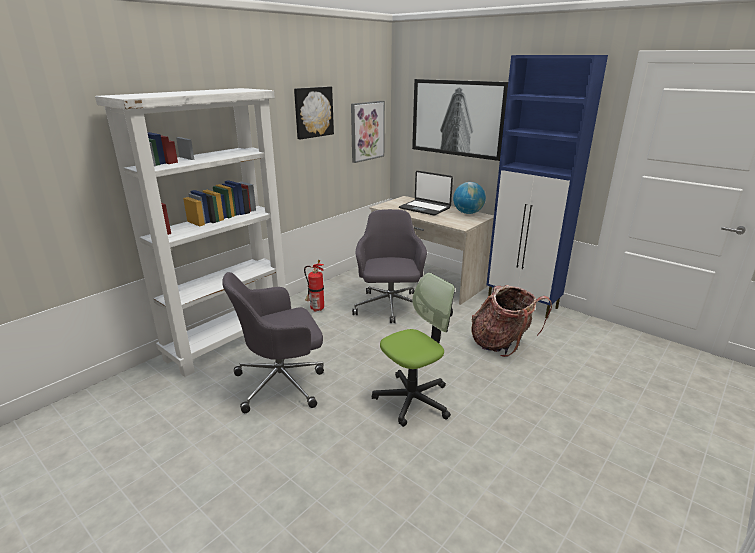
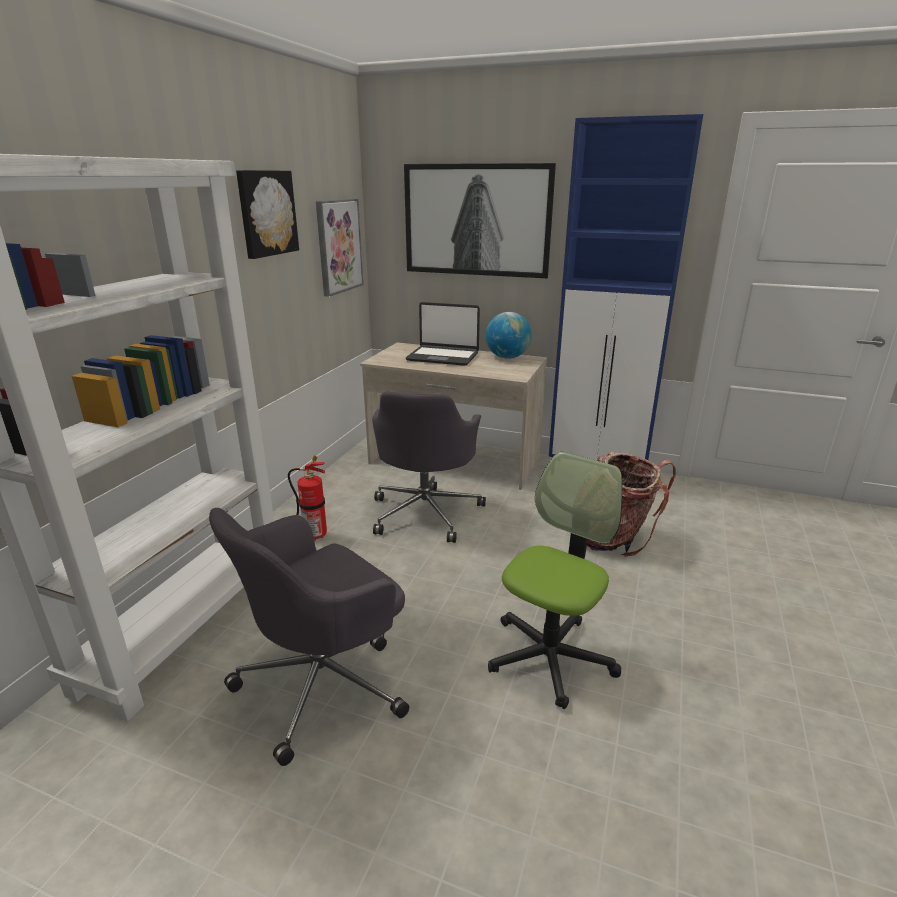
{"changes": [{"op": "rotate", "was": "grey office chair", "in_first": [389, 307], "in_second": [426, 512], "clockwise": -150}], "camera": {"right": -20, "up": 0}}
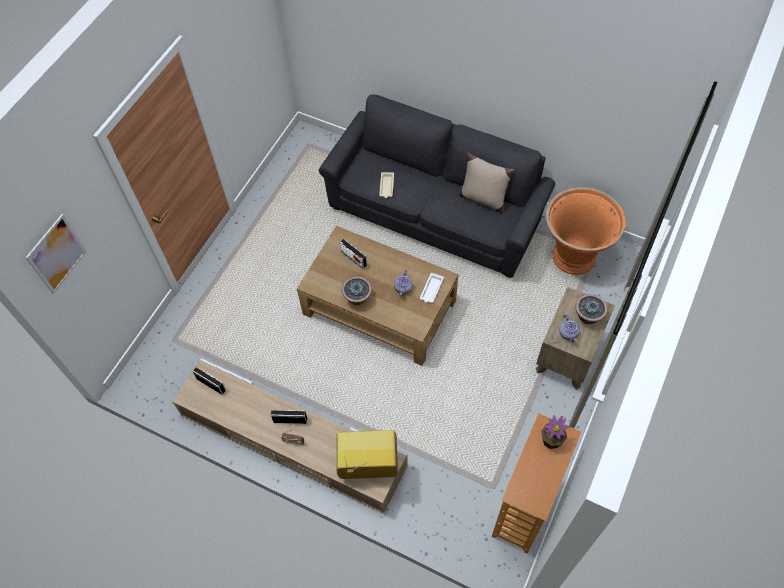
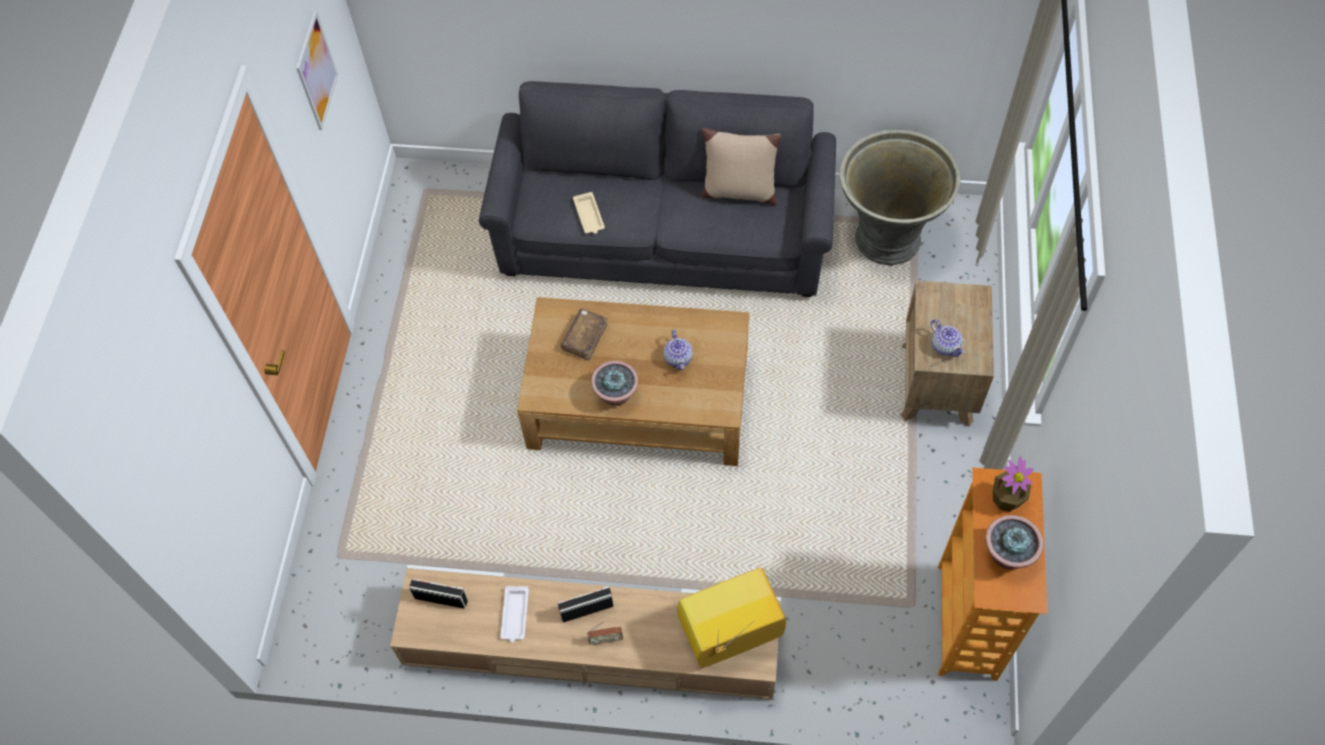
{"changes": [{"op": "move", "was": "picture", "in_first": [56, 254], "in_second": [316, 71]}, {"op": "replace", "was": "radio", "now": "brown book", "in_first": [353, 258], "in_second": [585, 337]}, {"op": "move", "was": "white tray", "in_first": [431, 289], "in_second": [515, 615]}, {"op": "recolor", "was": "orange planter", "now": "grey planter", "in_first": [574, 256], "in_second": [887, 237]}, {"op": "move", "was": "potted plant", "in_first": [587, 316], "in_second": [1007, 554]}], "camera": {"right": -20, "up": 0}}
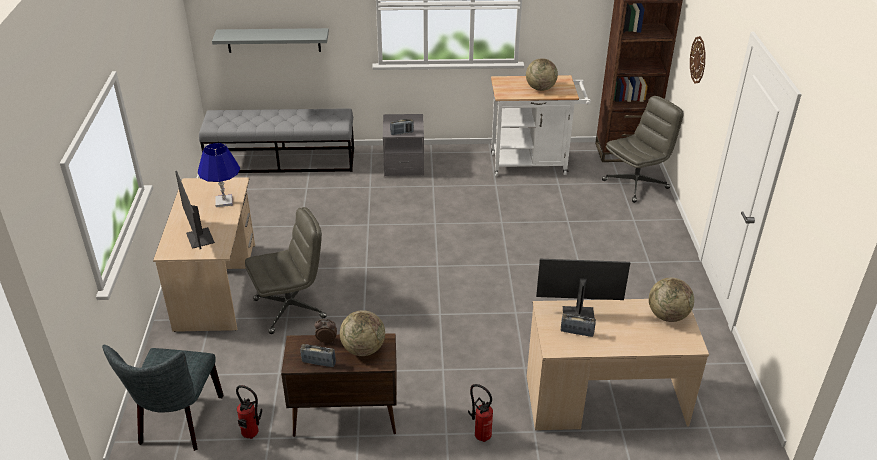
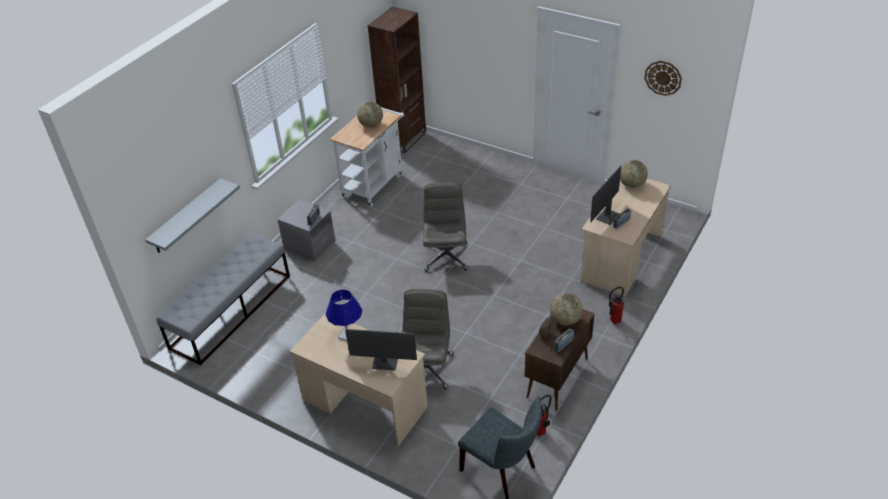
{"changes": [{"op": "move", "was": "grey office chair", "in_first": [636, 184], "in_second": [446, 256]}, {"op": "move", "was": "wall clock", "in_first": [698, 60], "in_second": [663, 78]}], "camera": {"right": -55, "up": 5}}
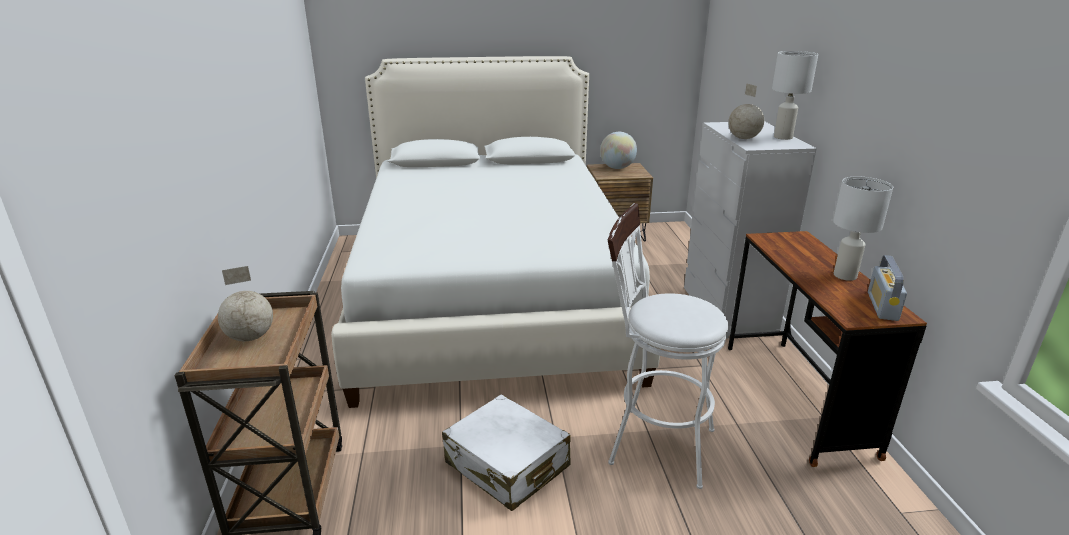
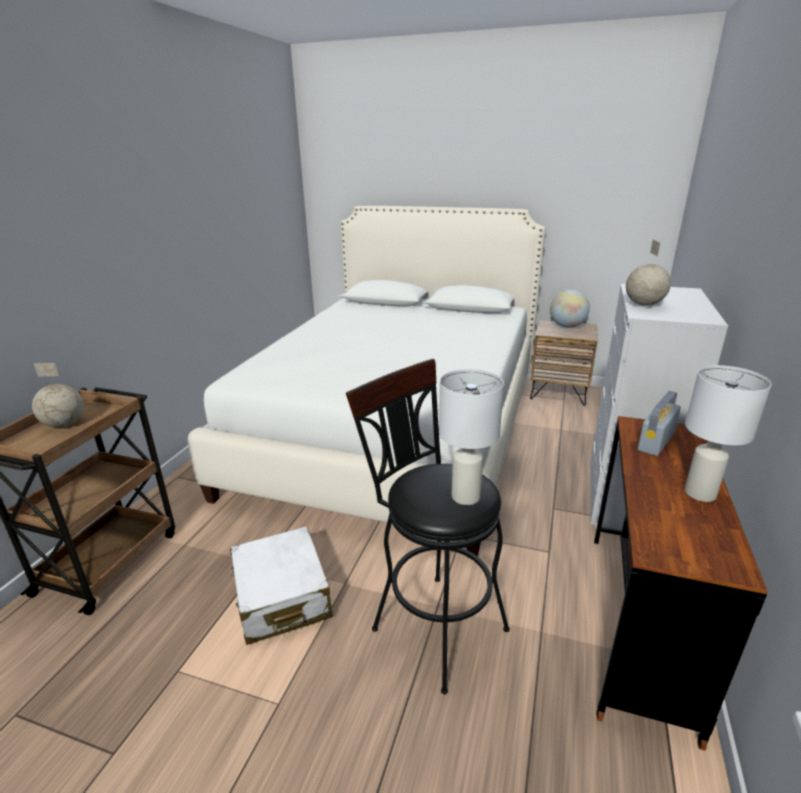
{"changes": [{"op": "recolor", "was": "white stool", "now": "black stool", "in_first": [652, 443], "in_second": [431, 622]}, {"op": "move", "was": "white table lamp", "in_first": [783, 137], "in_second": [465, 497]}, {"op": "move", "was": "radio", "in_first": [882, 306], "in_second": [656, 442]}], "camera": {"right": 25, "up": 0}}
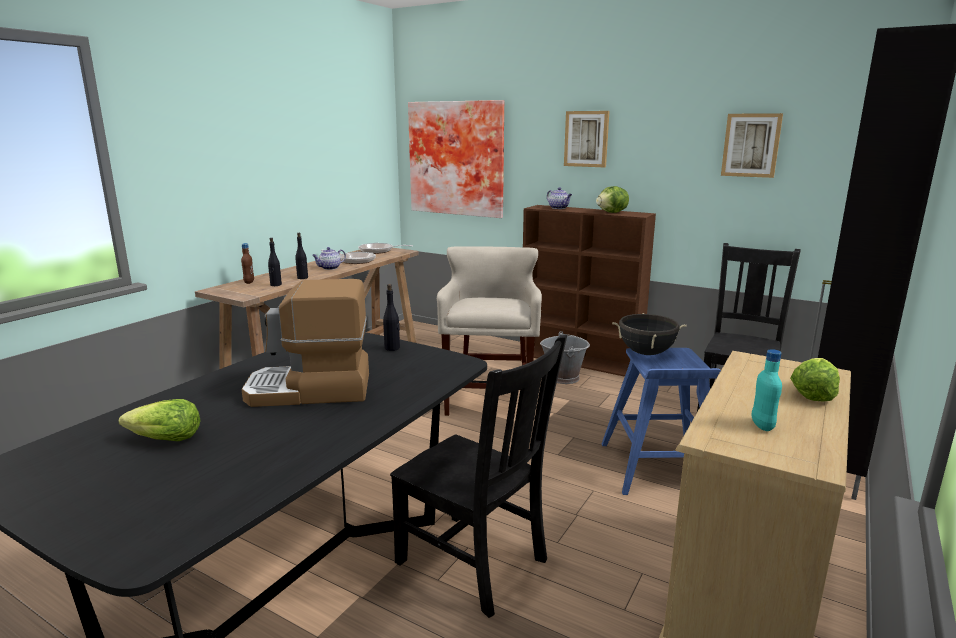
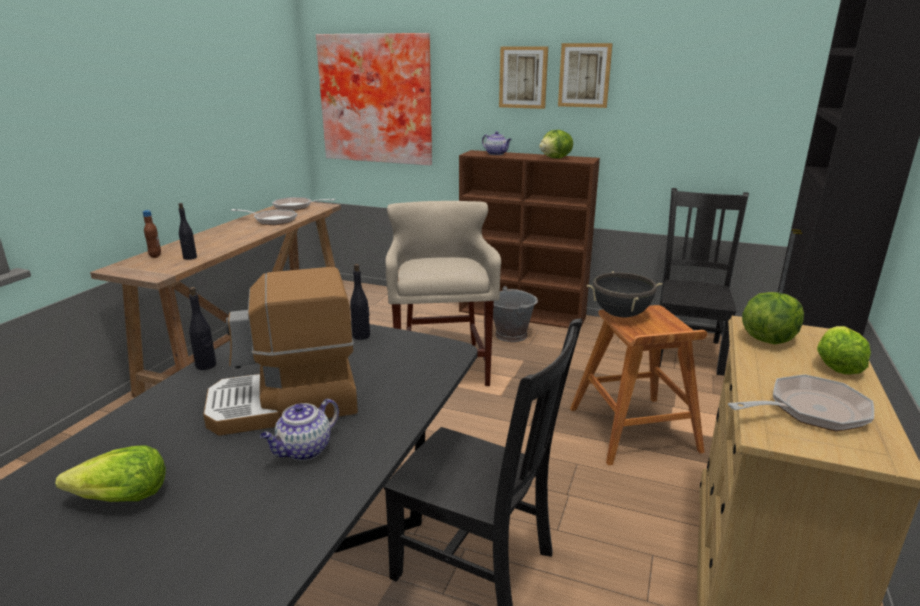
{"changes": [{"op": "move", "was": "black bottle", "in_first": [302, 278], "in_second": [206, 365]}, {"op": "move", "was": "teapot", "in_first": [329, 268], "in_second": [304, 450]}, {"op": "recolor", "was": "blue stool", "now": "brown stool", "in_first": [658, 468], "in_second": [633, 430]}, {"op": "move", "was": "picture", "in_first": [751, 145], "in_second": [584, 75]}, {"op": "replace", "was": "turquoise bottle", "now": "frying pan", "in_first": [762, 425], "in_second": [810, 411]}, {"op": "insert", "now": "lettuce", "in_second": [768, 339]}], "camera": {"right": -10, "up": 5}}
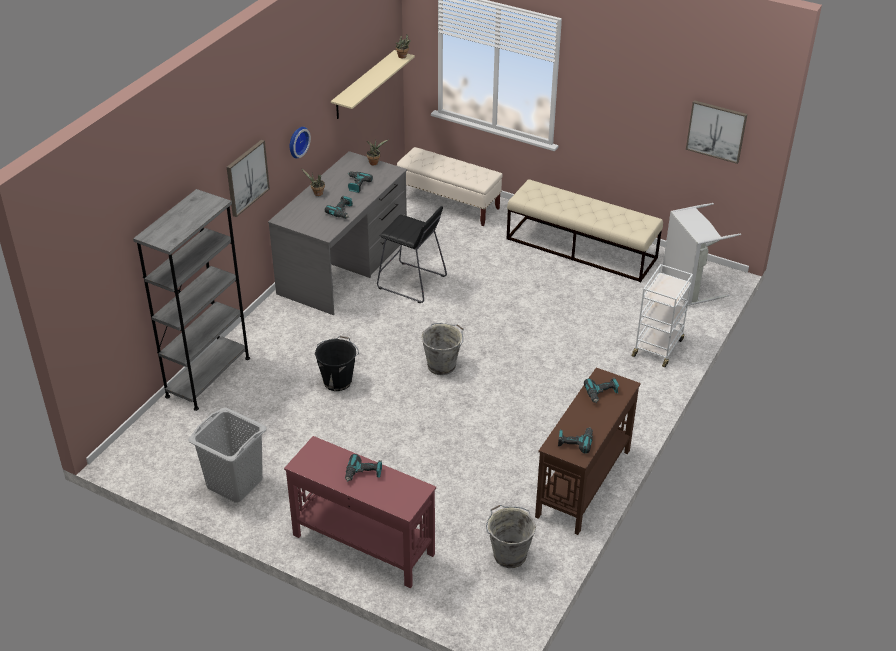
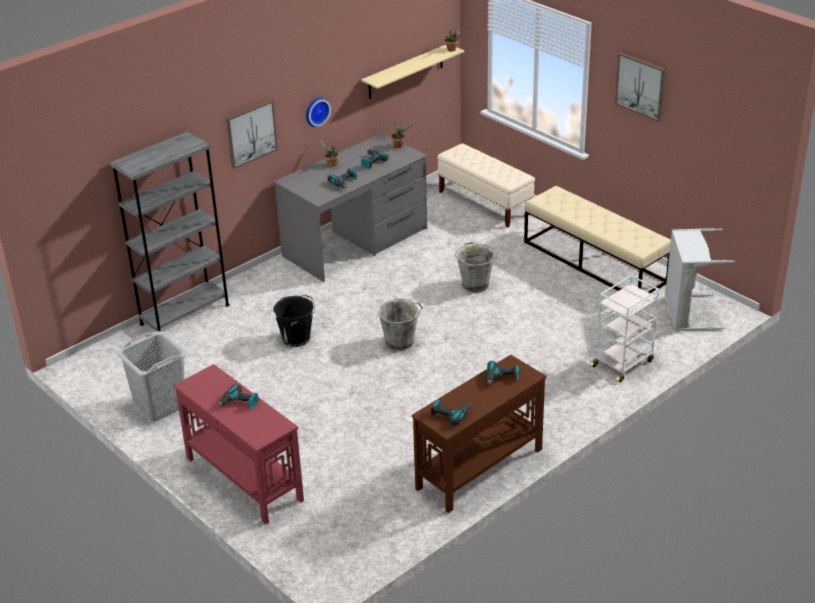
{"changes": [{"op": "delete", "was": "black stool", "in_first": [412, 282]}, {"op": "move", "was": "grey bucket", "in_first": [509, 554], "in_second": [475, 284]}, {"op": "move", "was": "picture", "in_first": [716, 131], "in_second": [641, 86]}], "camera": {"right": 20, "up": -5}}
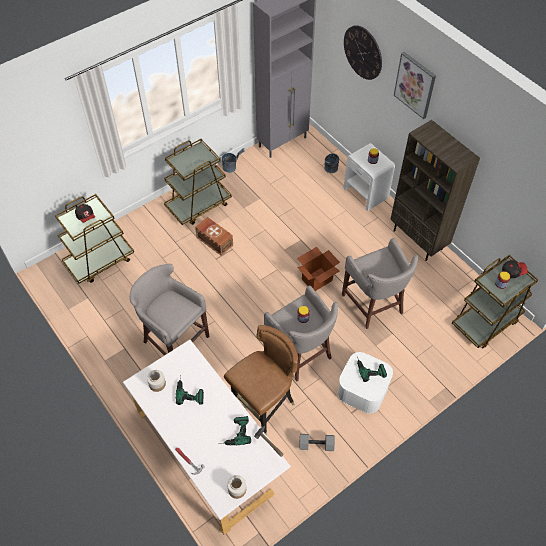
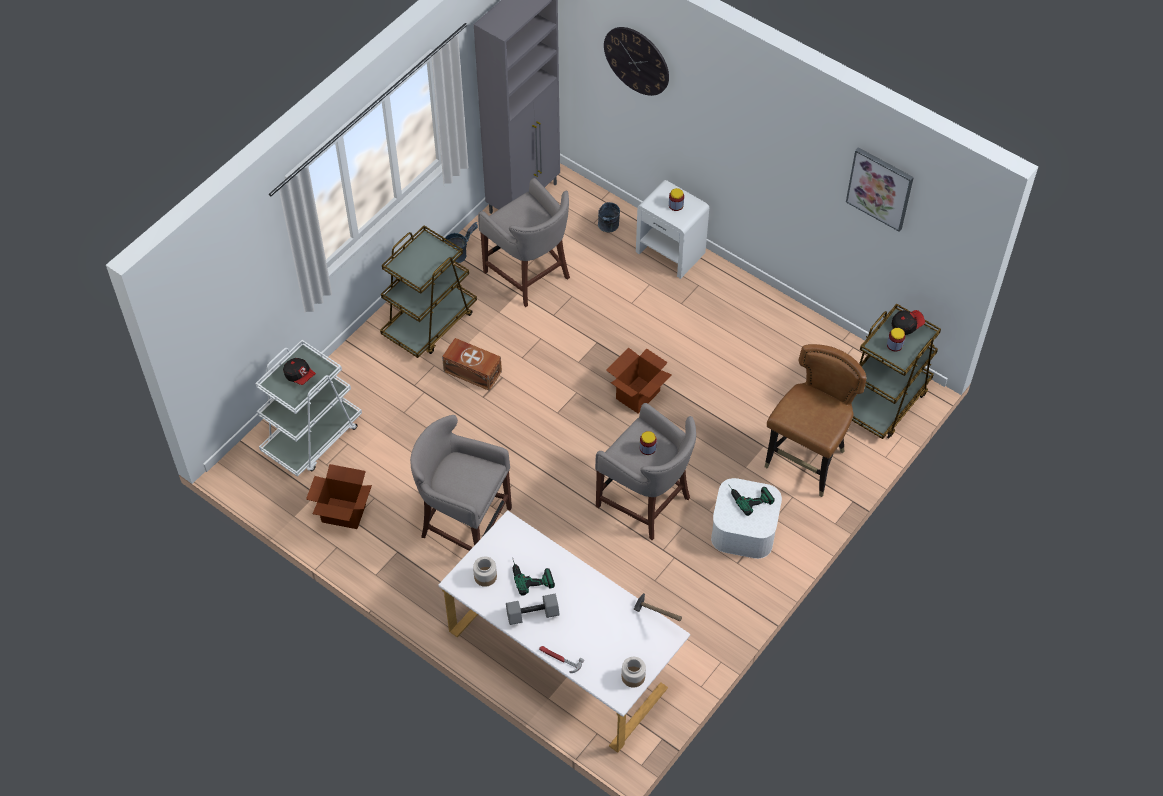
{"changes": [{"op": "recolor", "was": "brown cart", "now": "white cart", "in_first": [100, 260], "in_second": [313, 437]}, {"op": "delete", "was": "power drill", "in_first": [233, 433]}, {"op": "move", "was": "brown chair", "in_first": [264, 406], "in_second": [806, 462]}, {"op": "move", "was": "grey dumbbell", "in_first": [316, 445], "in_second": [532, 615]}, {"op": "move", "was": "grey stool", "in_first": [374, 305], "in_second": [529, 275]}, {"op": "delete", "was": "brown bookcase", "in_first": [418, 240]}, {"op": "move", "was": "picture", "in_first": [415, 85], "in_second": [880, 188]}, {"op": "insert", "now": "cardboard box", "in_second": [343, 513]}], "camera": {"right": -15, "up": 0}}
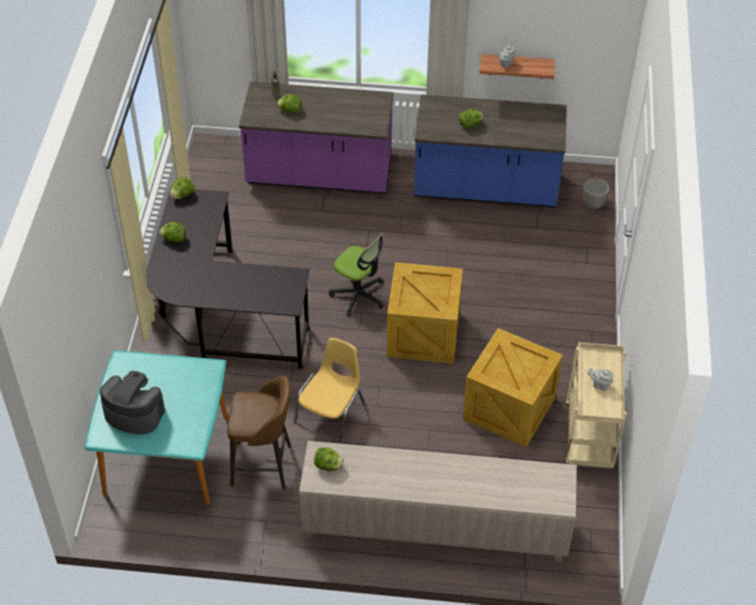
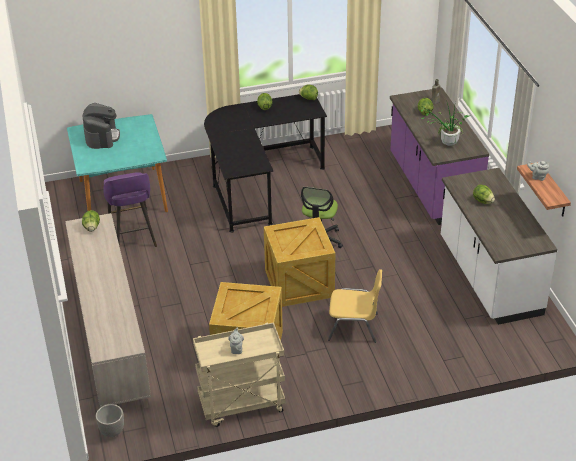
{"changes": [{"op": "recolor", "was": "brown stool", "now": "purple stool", "in_first": [263, 466], "in_second": [133, 239]}, {"op": "move", "was": "yellow chair", "in_first": [331, 412], "in_second": [354, 326]}, {"op": "recolor", "was": "blue counter", "now": "white counter", "in_first": [485, 188], "in_second": [488, 277]}, {"op": "move", "was": "planter", "in_first": [593, 204], "in_second": [112, 432]}, {"op": "insert", "now": "potted plant", "in_second": [445, 143]}], "camera": {"right": 70, "up": -10}}
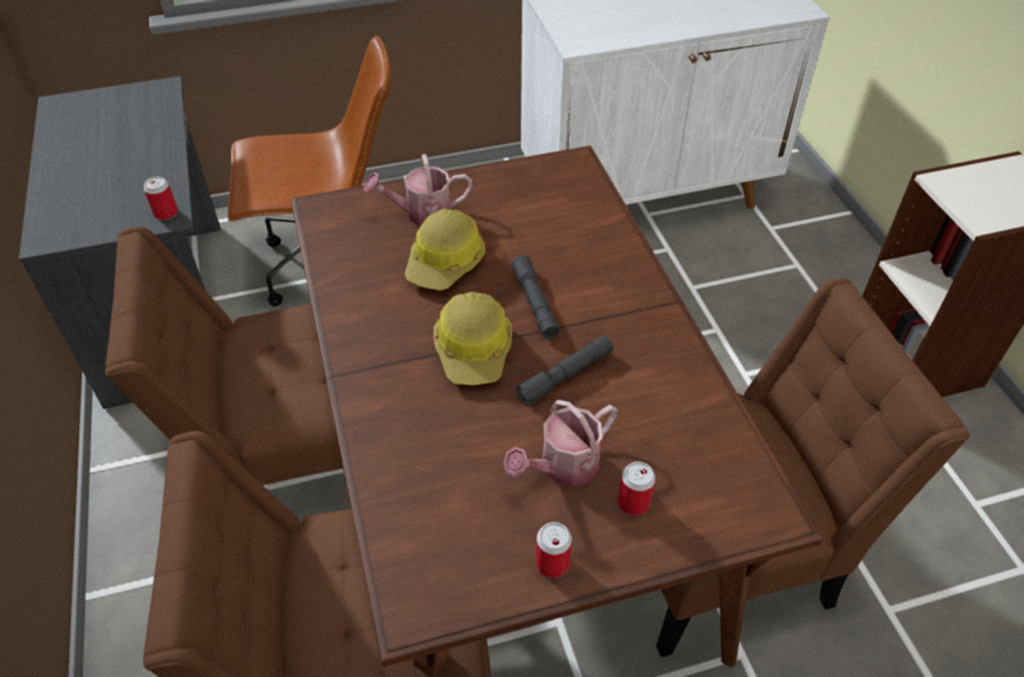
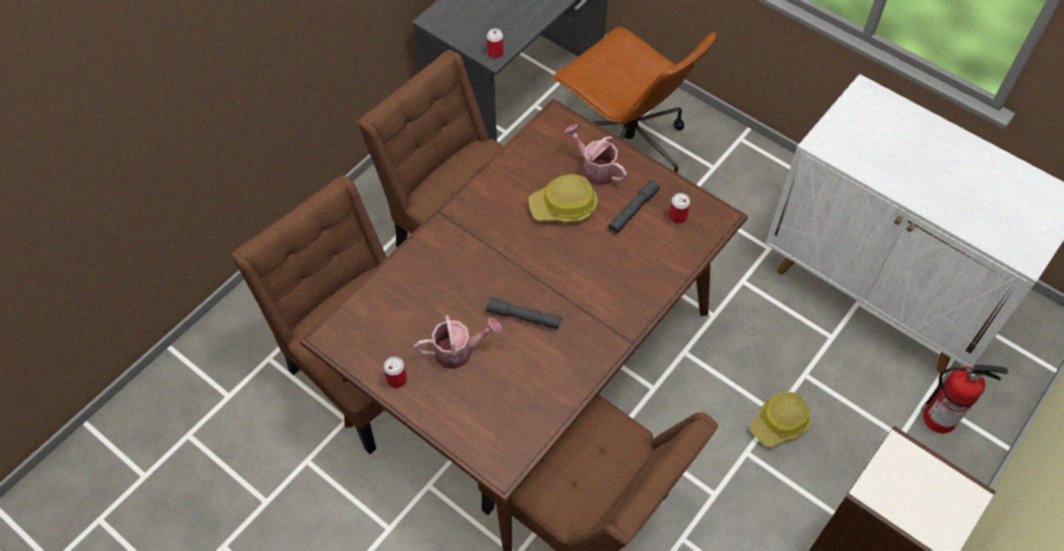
{"changes": [{"op": "move", "was": "hard hat", "in_first": [474, 350], "in_second": [780, 423]}, {"op": "rotate", "was": "watering can", "in_first": [562, 467], "in_second": [459, 351], "clockwise": 150}, {"op": "move", "was": "grey flashlight", "in_first": [535, 303], "in_second": [633, 210]}, {"op": "move", "was": "can", "in_first": [633, 502], "in_second": [677, 217]}, {"op": "insert", "now": "fire extinguisher", "in_second": [941, 418]}], "camera": {"right": 55, "up": 10}}
